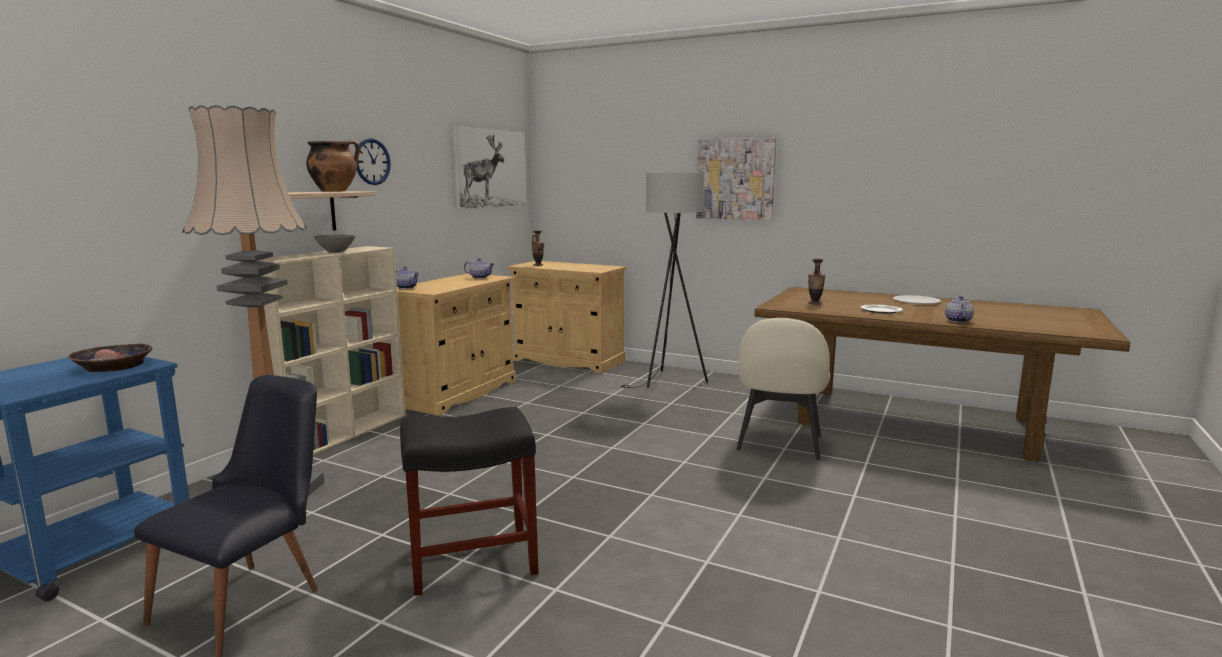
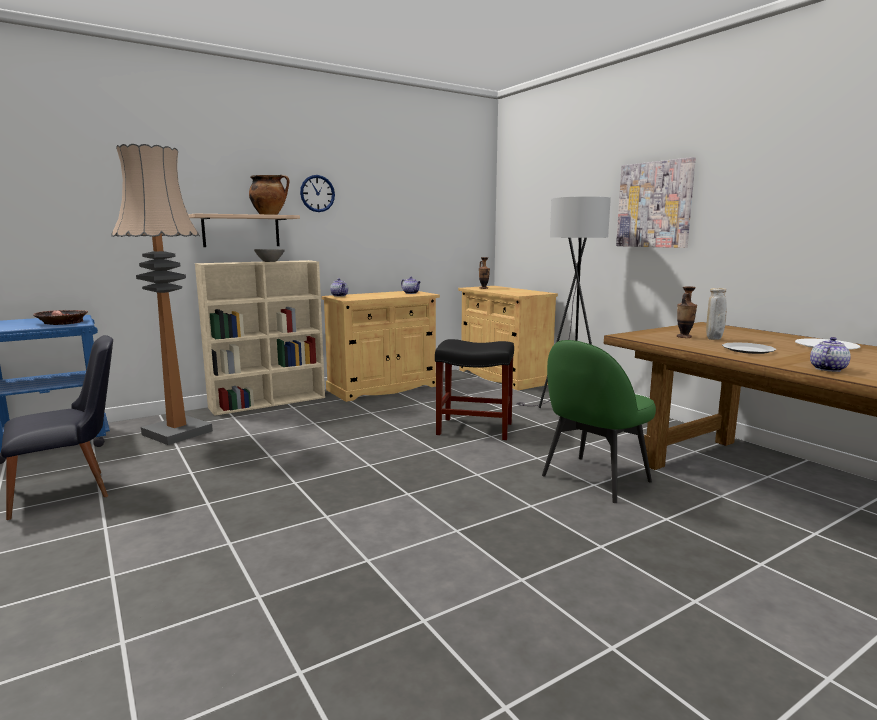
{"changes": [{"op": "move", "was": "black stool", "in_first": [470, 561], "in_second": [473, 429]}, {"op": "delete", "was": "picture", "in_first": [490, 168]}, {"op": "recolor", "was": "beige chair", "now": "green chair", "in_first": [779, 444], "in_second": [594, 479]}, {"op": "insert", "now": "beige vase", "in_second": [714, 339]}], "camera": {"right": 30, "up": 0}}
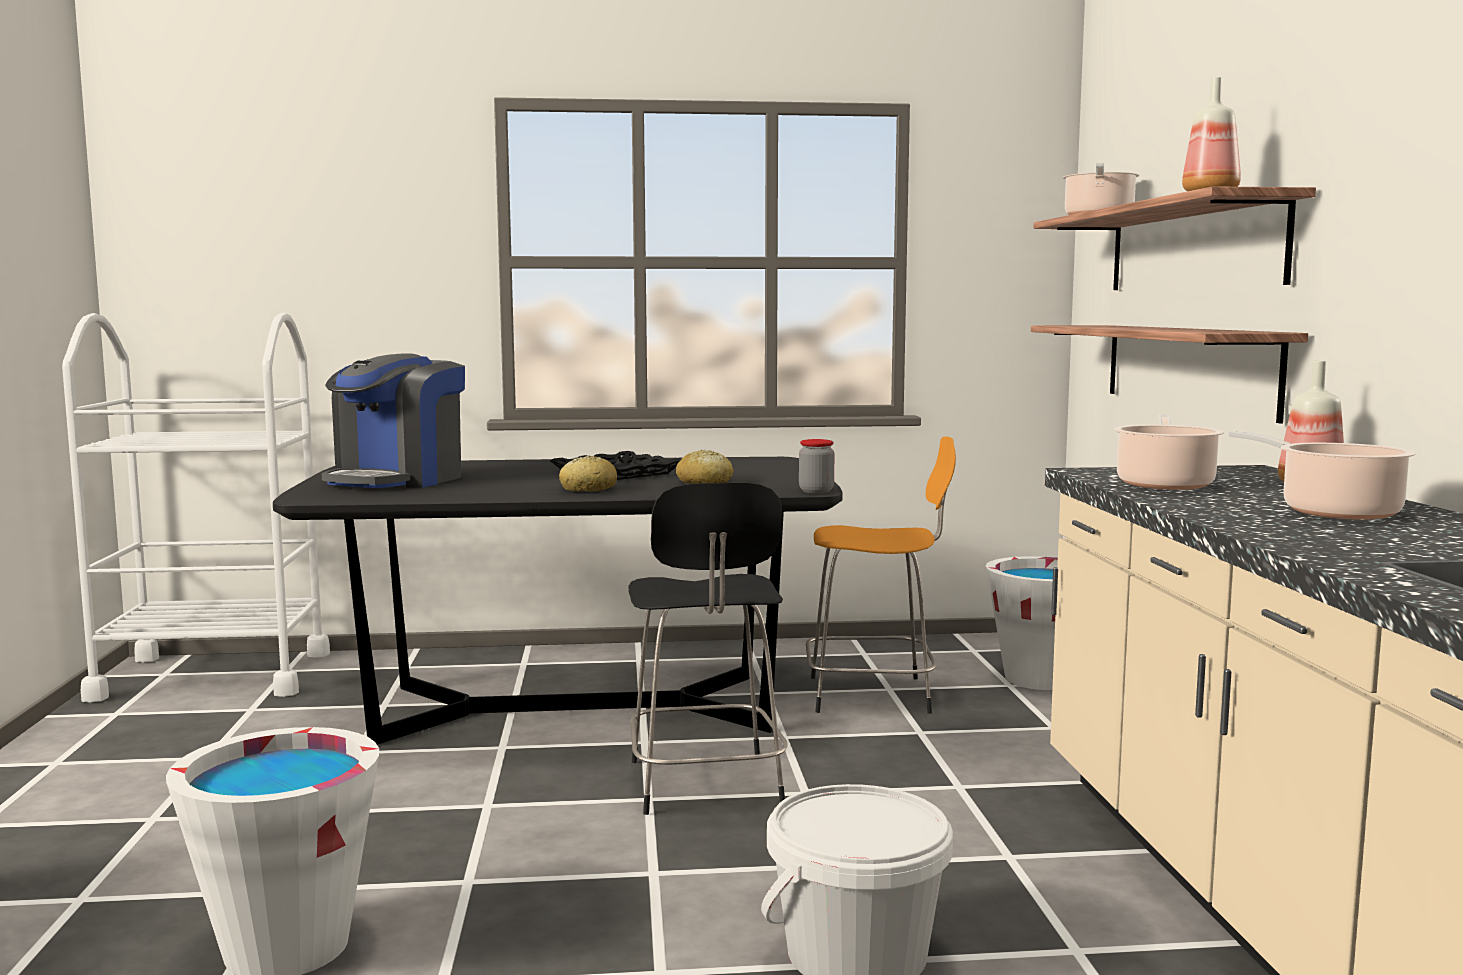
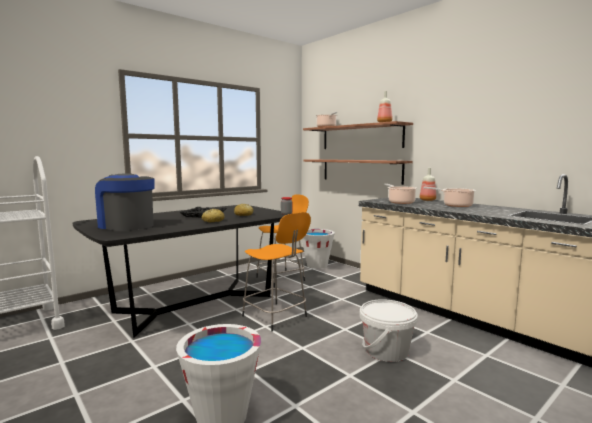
{"changes": [{"op": "rotate", "was": "coffee machine", "in_first": [398, 480], "in_second": [126, 225], "clockwise": 135}, {"op": "recolor", "was": "black stool", "now": "orange stool", "in_first": [705, 785], "in_second": [276, 317]}], "camera": {"right": -35, "up": 0}}
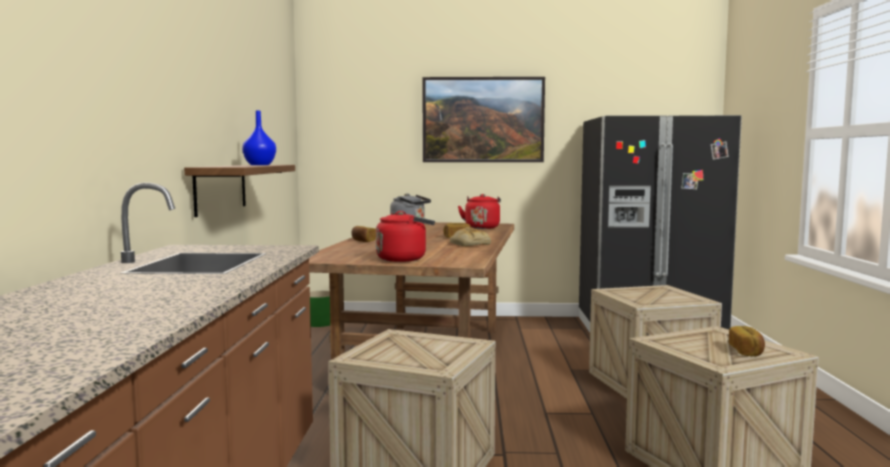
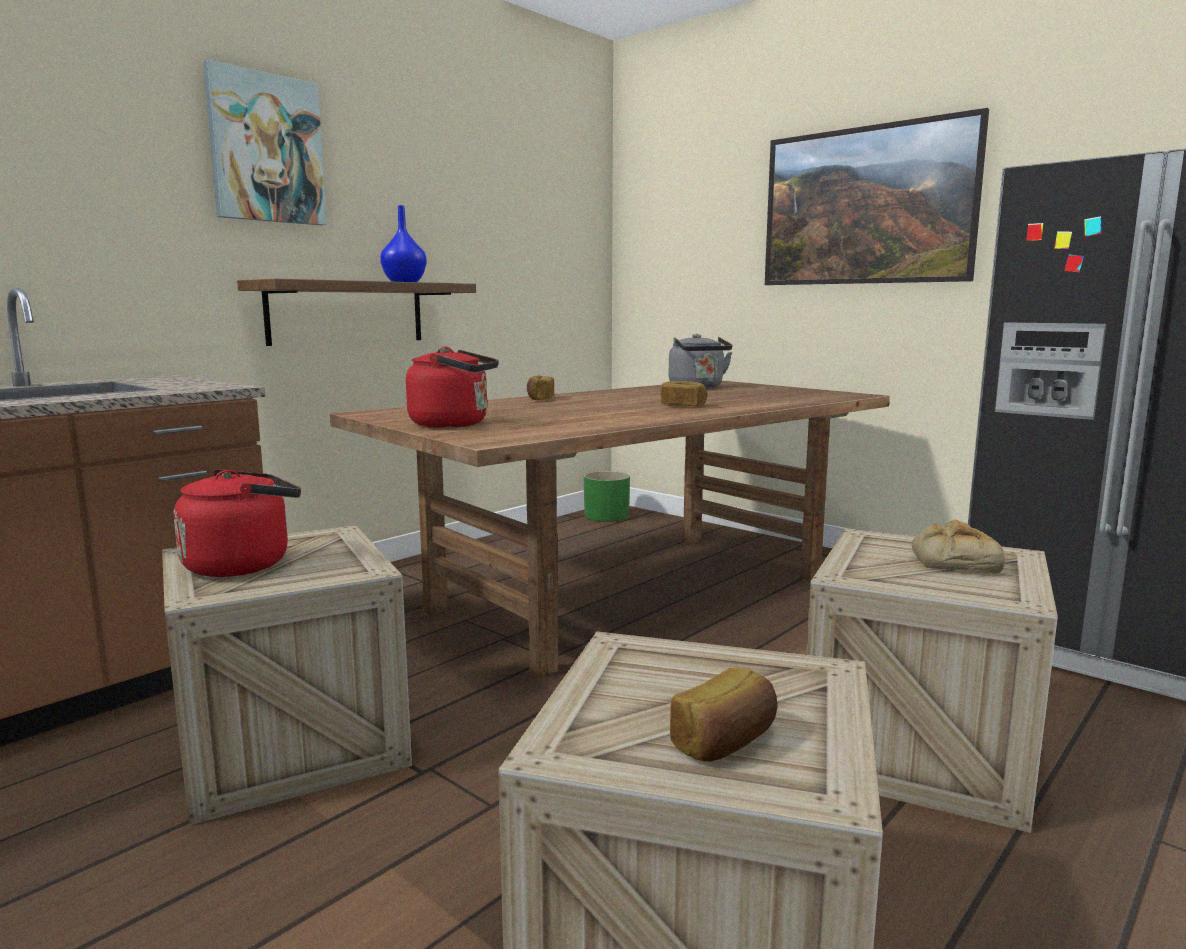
{"changes": [{"op": "move", "was": "bread", "in_first": [469, 244], "in_second": [954, 560]}, {"op": "move", "was": "red kettle", "in_first": [482, 227], "in_second": [243, 564]}, {"op": "insert", "now": "picture", "in_second": [266, 149]}], "camera": {"right": 40, "up": 5}}
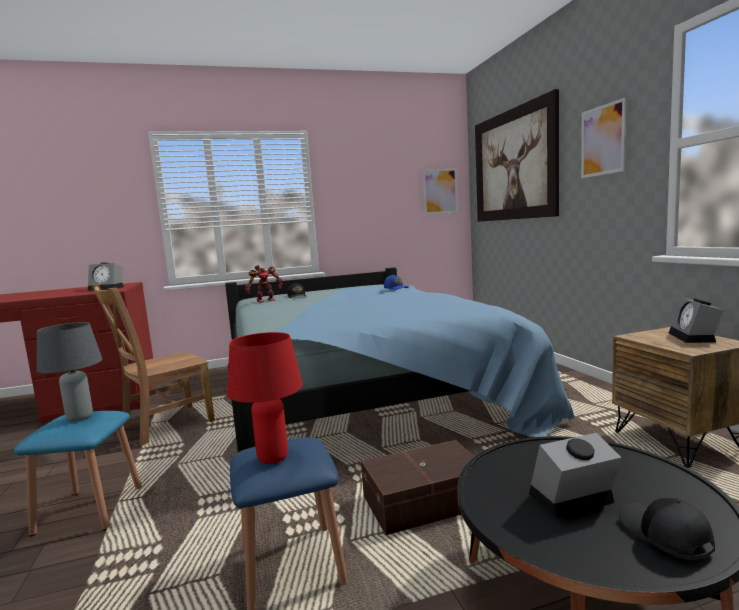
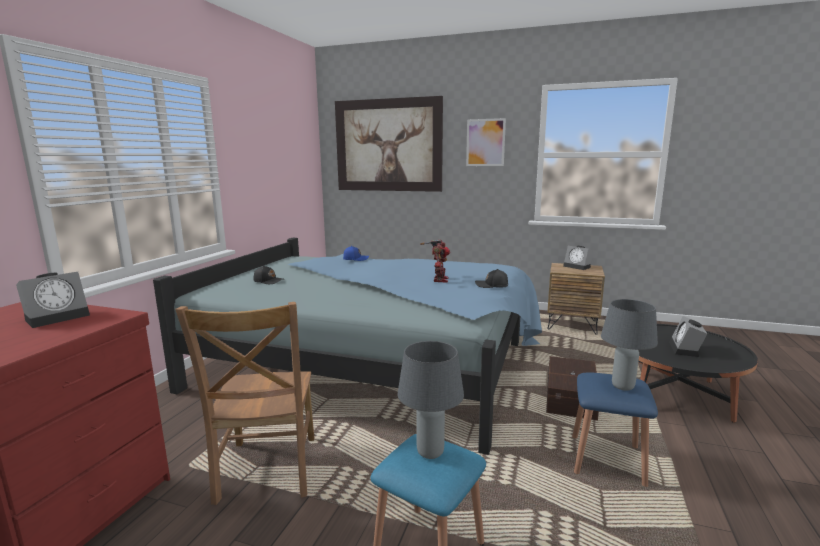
{"changes": [{"op": "recolor", "was": "red table lamp", "now": "grey table lamp", "in_first": [272, 458], "in_second": [622, 386]}, {"op": "move", "was": "toy robot", "in_first": [265, 300], "in_second": [439, 279]}, {"op": "delete", "was": "picture", "in_first": [440, 191]}, {"op": "move", "was": "black cap", "in_first": [664, 535], "in_second": [492, 285]}], "camera": {"right": -55, "up": 5}}
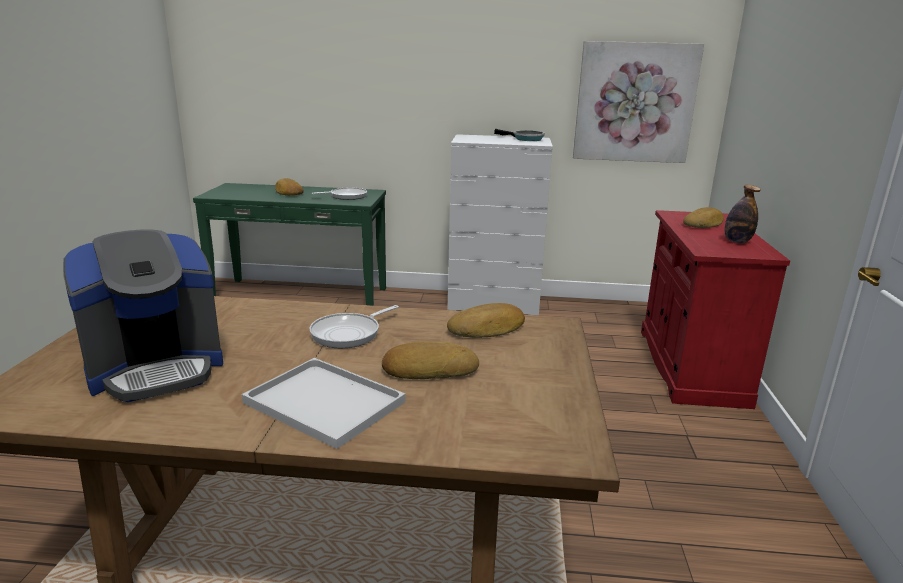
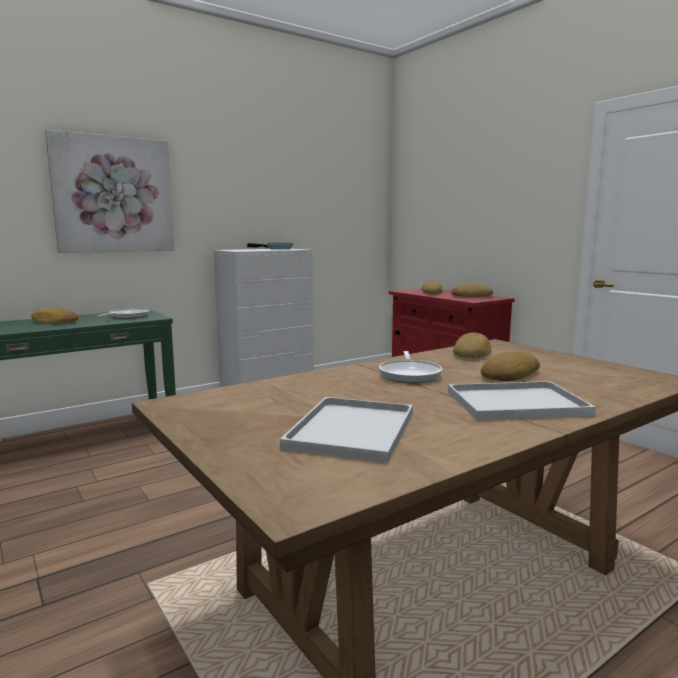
{"changes": [{"op": "replace", "was": "coffee machine", "now": "white tray", "in_first": [156, 369], "in_second": [351, 429]}, {"op": "move", "was": "picture", "in_first": [635, 103], "in_second": [113, 195]}, {"op": "replace", "was": "bottle", "now": "bread", "in_first": [737, 241], "in_second": [471, 295]}], "camera": {"right": -40, "up": -10}}
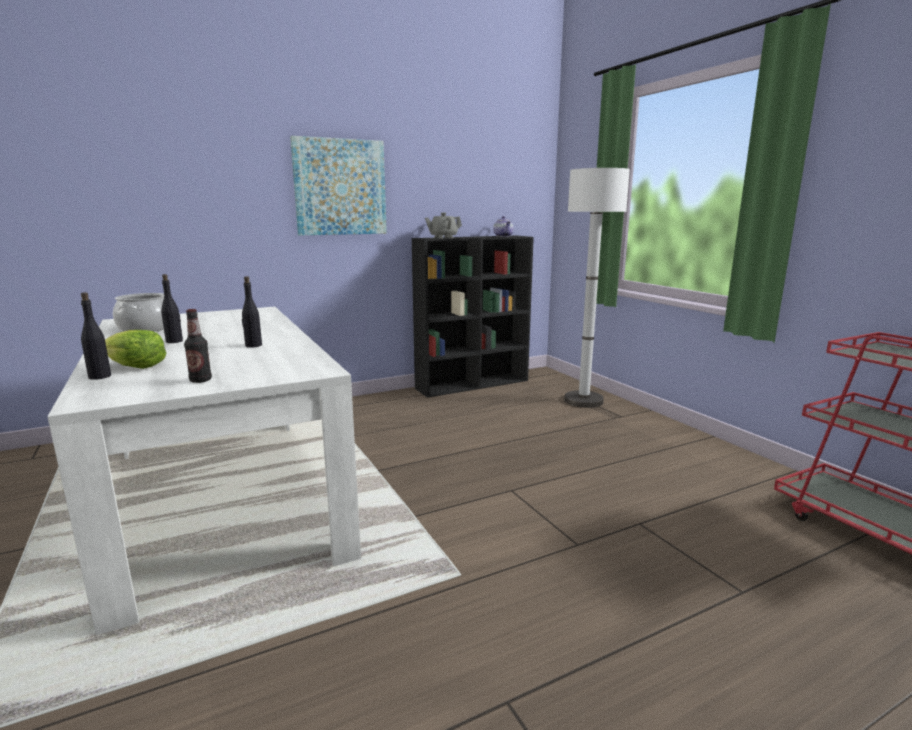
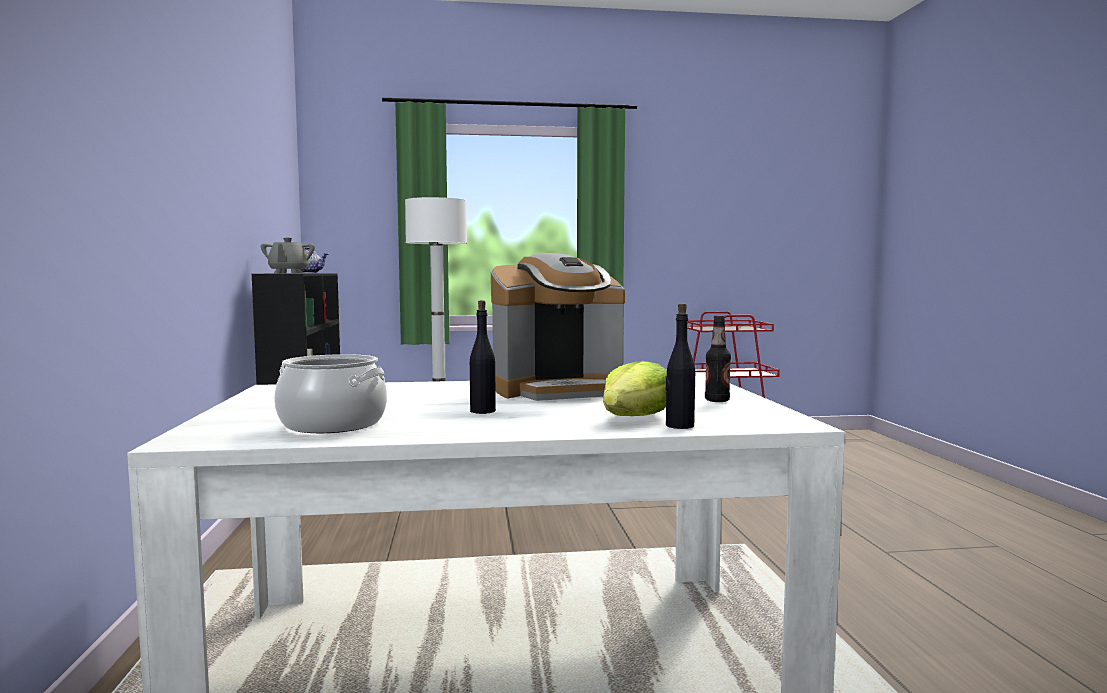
{"changes": [{"op": "replace", "was": "black bottle", "now": "coffee machine", "in_first": [253, 345], "in_second": [557, 390]}, {"op": "delete", "was": "picture", "in_first": [340, 187]}], "camera": {"right": -70, "up": -10}}
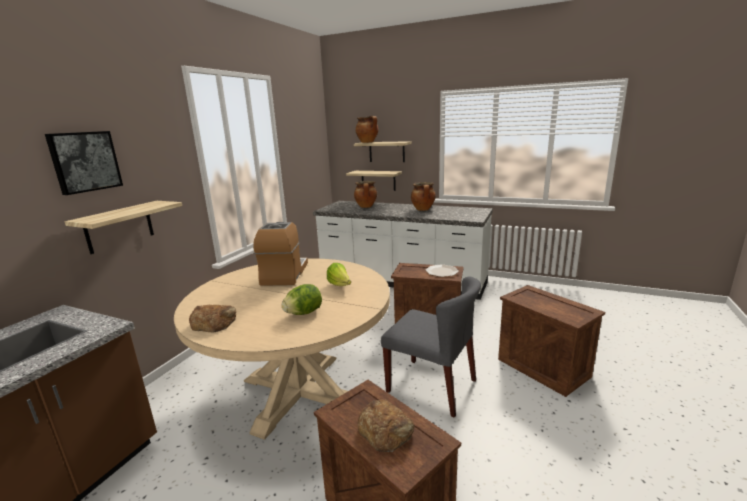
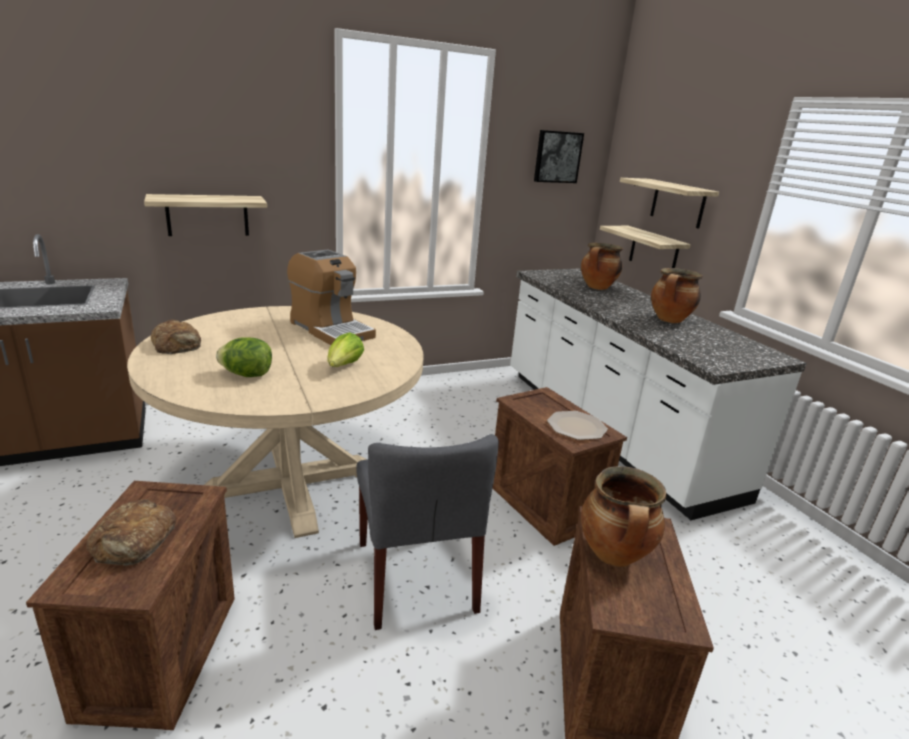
{"changes": [{"op": "move", "was": "picture", "in_first": [84, 161], "in_second": [557, 157]}, {"op": "rotate", "was": "coffee machine", "in_first": [284, 274], "in_second": [330, 329], "clockwise": 90}, {"op": "move", "was": "cooking pot", "in_first": [368, 142], "in_second": [615, 556]}], "camera": {"right": 40, "up": 5}}
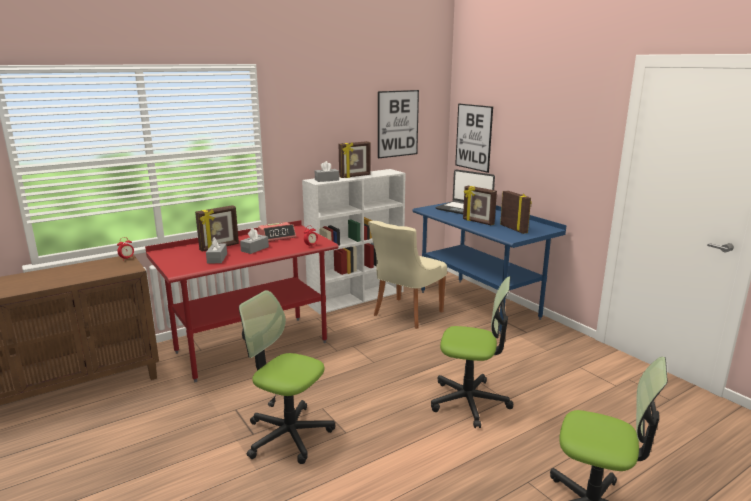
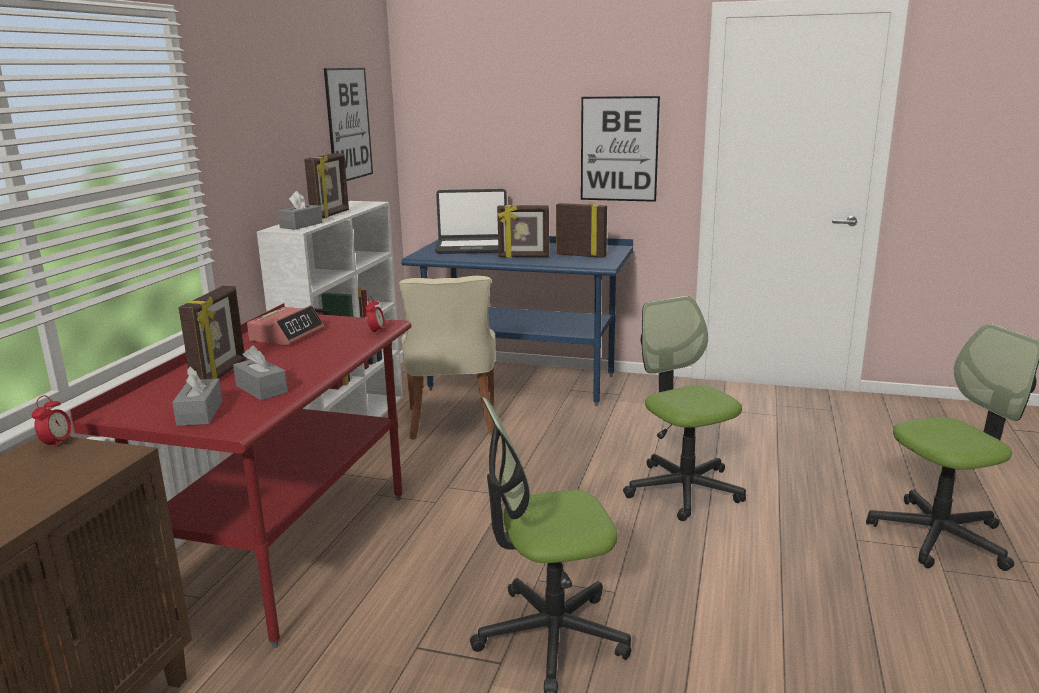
{"changes": [{"op": "move", "was": "grey tissue box", "in_first": [255, 249], "in_second": [200, 413]}, {"op": "rotate", "was": "office chair", "in_first": [469, 401], "in_second": [683, 489], "clockwise": -90}, {"op": "move", "was": "picture", "in_first": [473, 137], "in_second": [619, 149]}], "camera": {"right": -40, "up": 0}}
